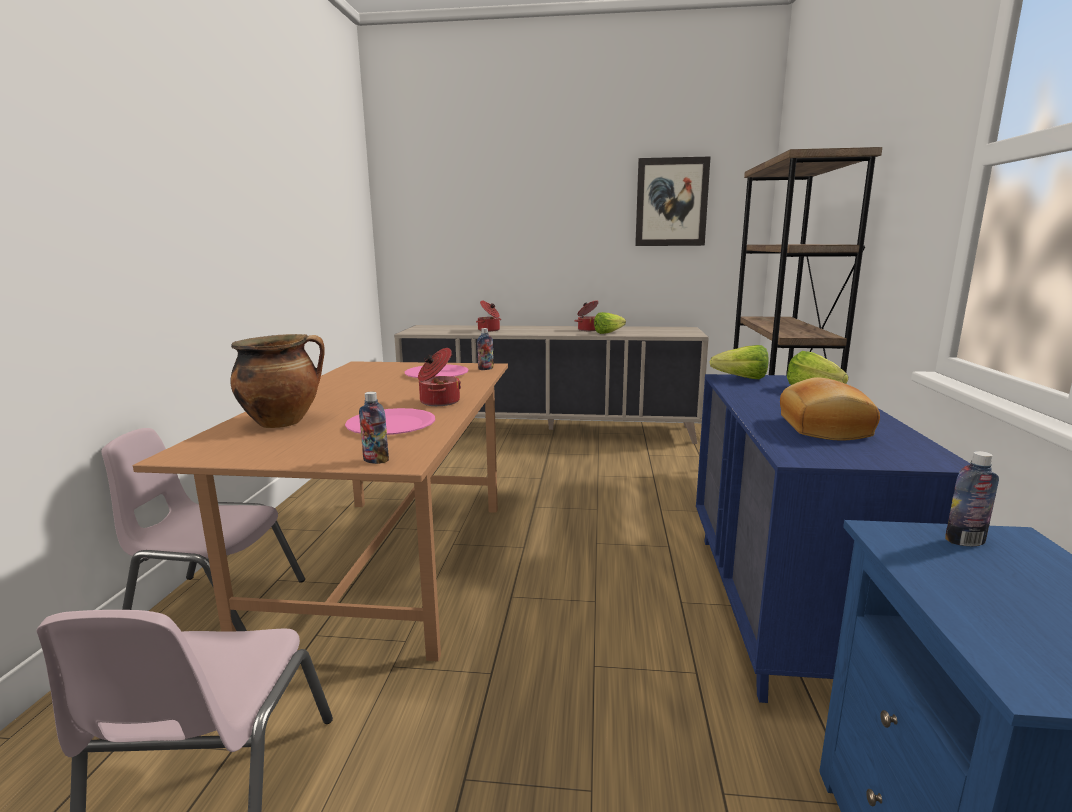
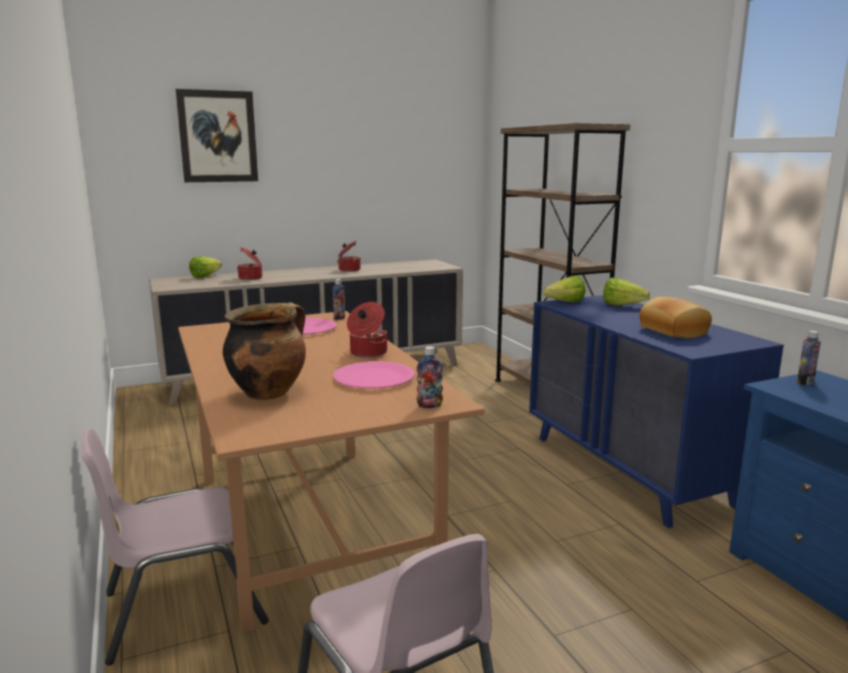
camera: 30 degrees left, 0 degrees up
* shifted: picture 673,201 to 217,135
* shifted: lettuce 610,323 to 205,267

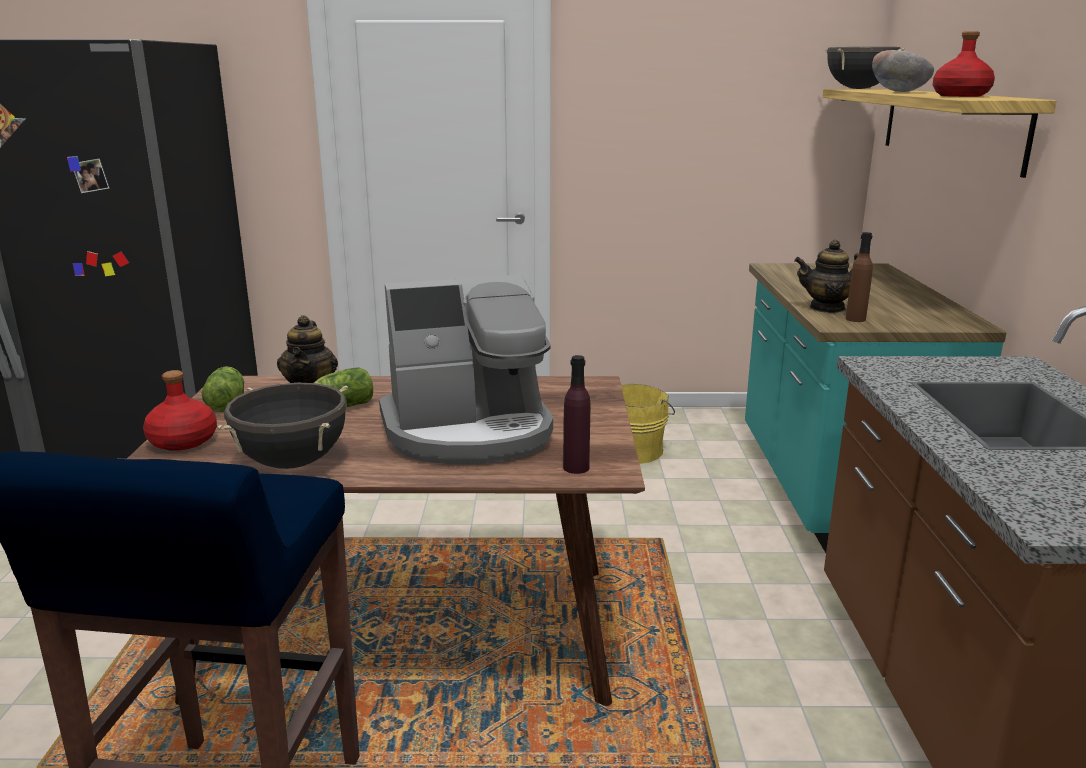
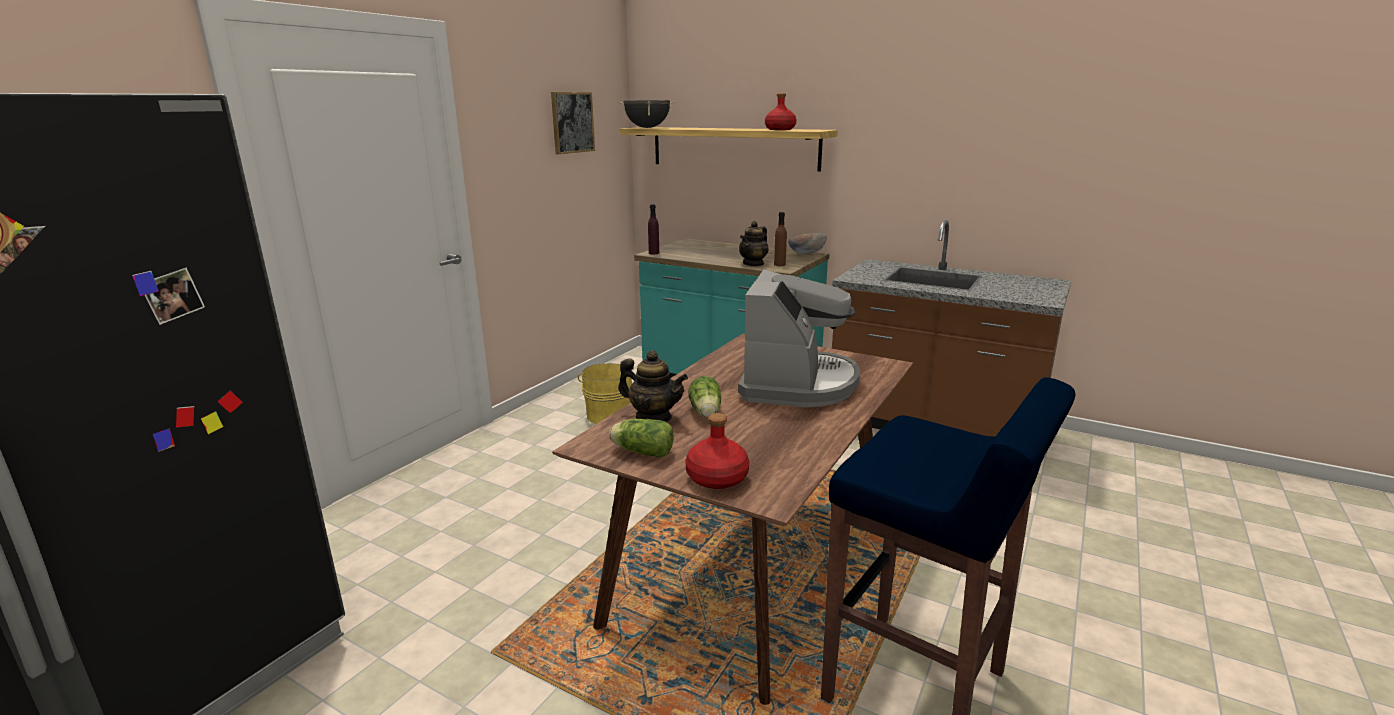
camera: 60 degrees left, 0 degrees up
* new: picture 573,123
* shifted: bottle (purple) 576,414 to 653,229
* shifted: bowl 903,71 to 807,243
* gone: cooking pot (black) 282,426

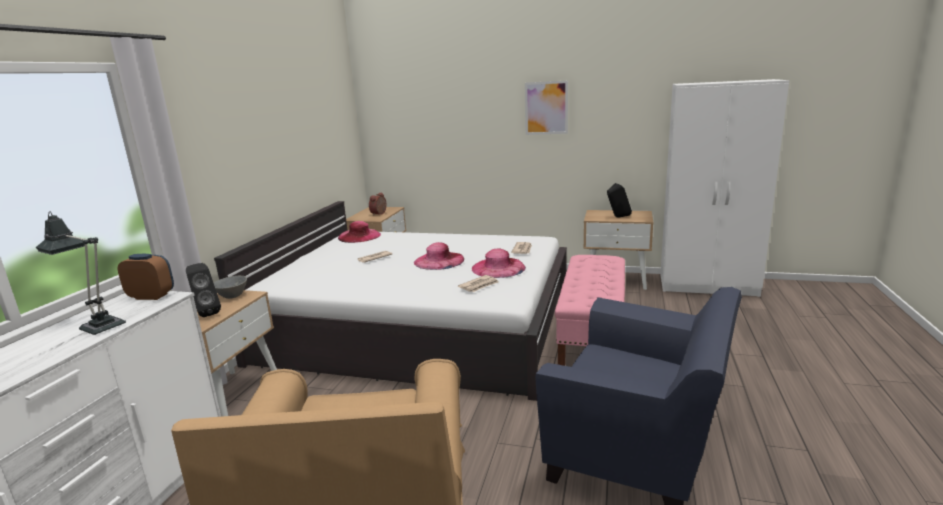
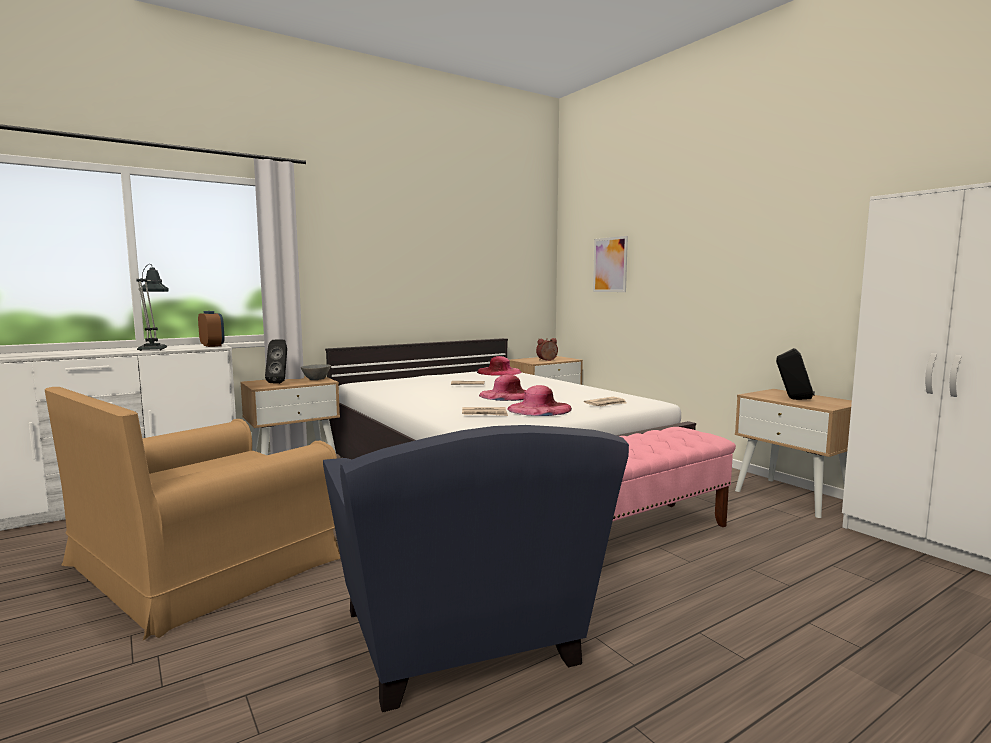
camera: 40 degrees right, 10 degrees down
* shifted: picture 546,108 to 610,264

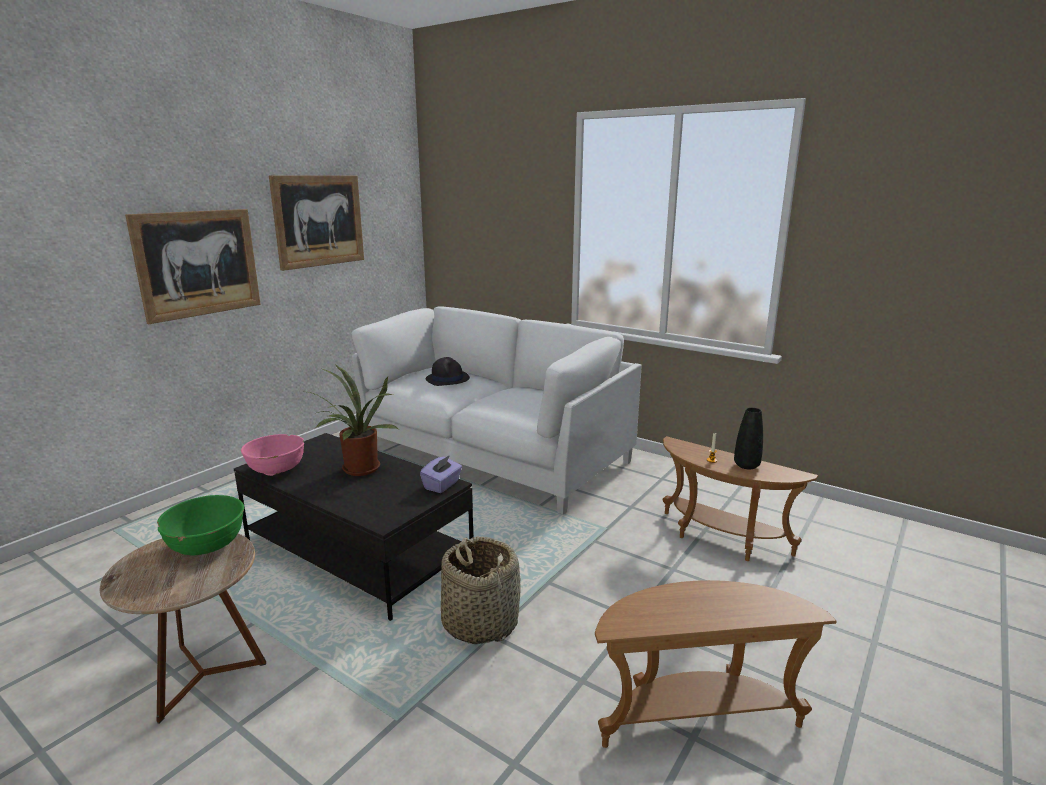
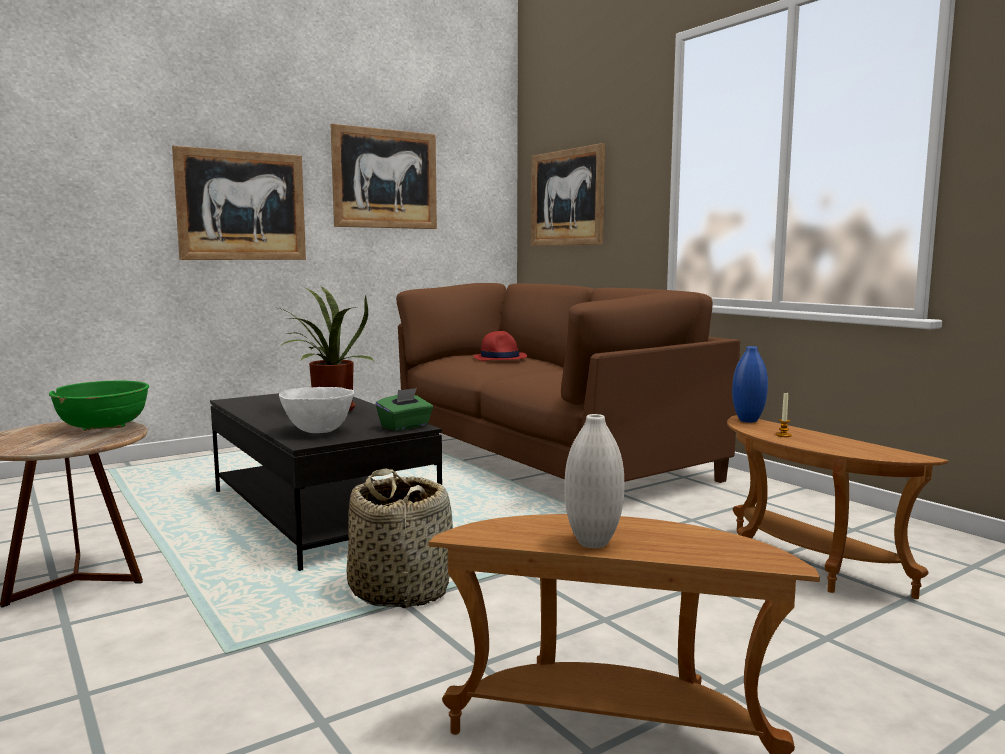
camera: 20 degrees right, 10 degrees down
* new: bowl (white) 316,410
* repainted: tissue box (purple) 441,474 to tissue box (green) 404,409
* repainted: sofa (white) 497,410 to sofa (brown) 568,383
* repainted: hat (black) 448,371 to hat (red) 500,346
* new: picture 568,194
* new: vase (white) 594,481
* new: vase (blue) 750,384
* gone: bowl (pink) 272,455
* gone: vase (black) 748,438

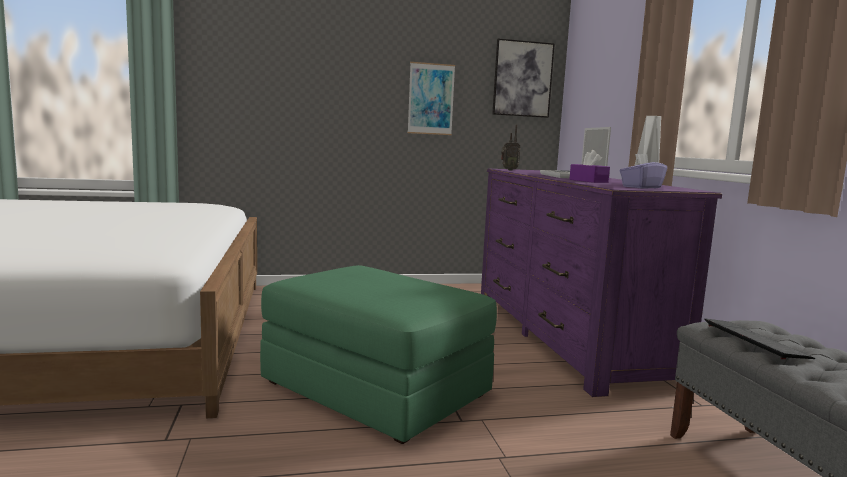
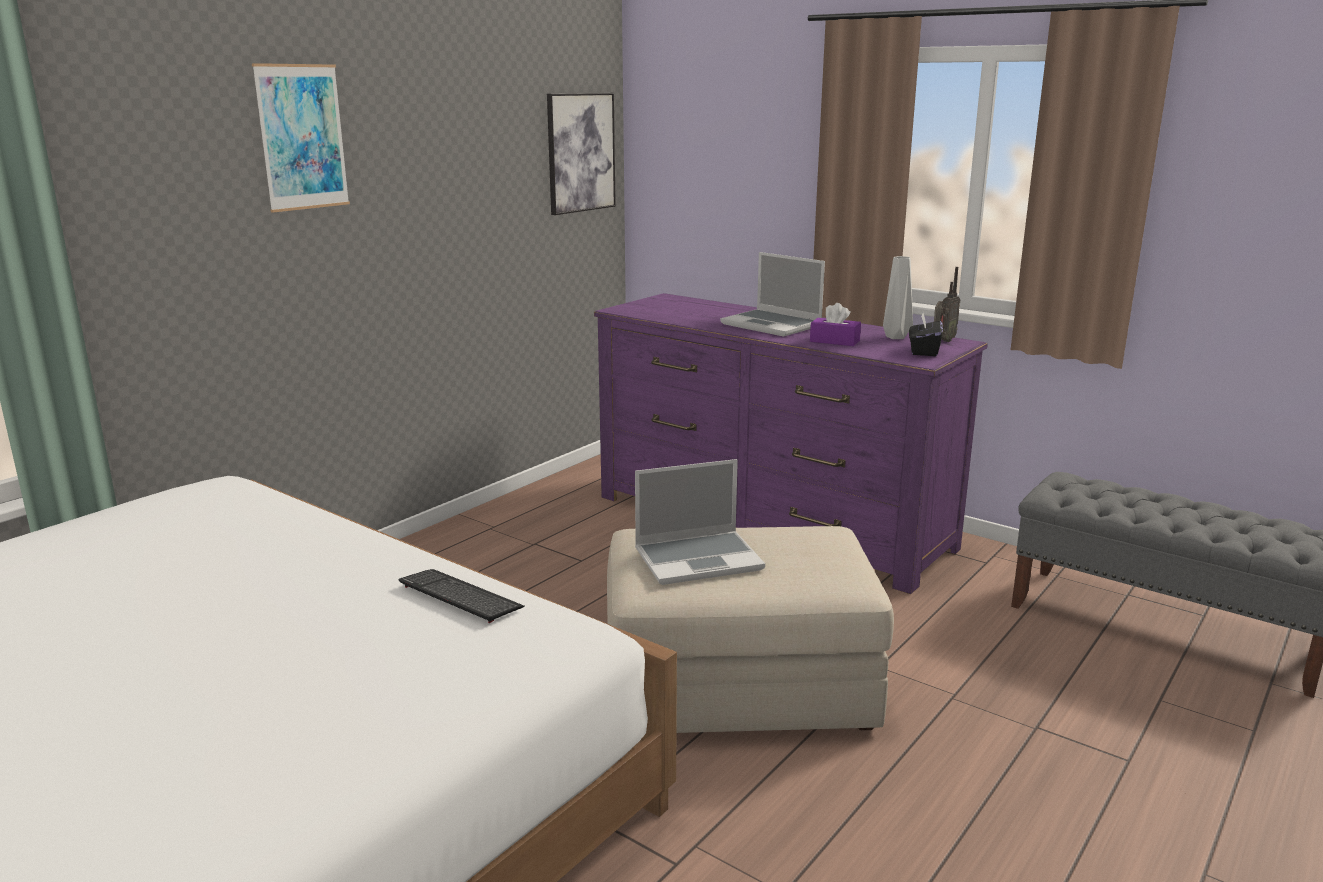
camera: 40 degrees left, 10 degrees up
* shifted: picture 431,98 to 301,138
* shifted: keyboard 759,339 to 461,596
* repainted: ottoman (green) 378,354 to ottoman (beige) 750,629
* new: laptop 700,522
* repainted: tissue box (purple) 643,171 to tissue box (black) 926,334
* shifted: radio 510,147 to 947,304

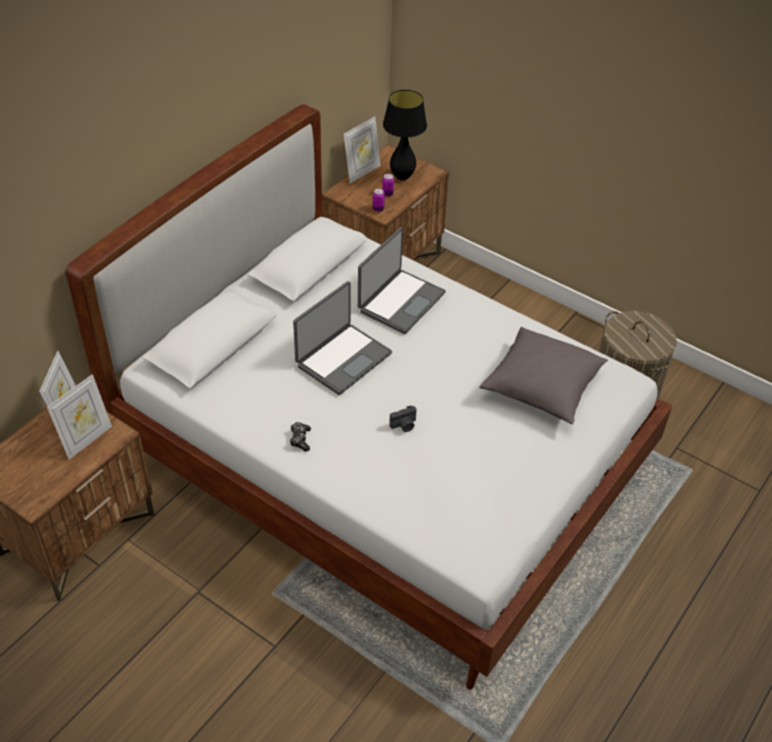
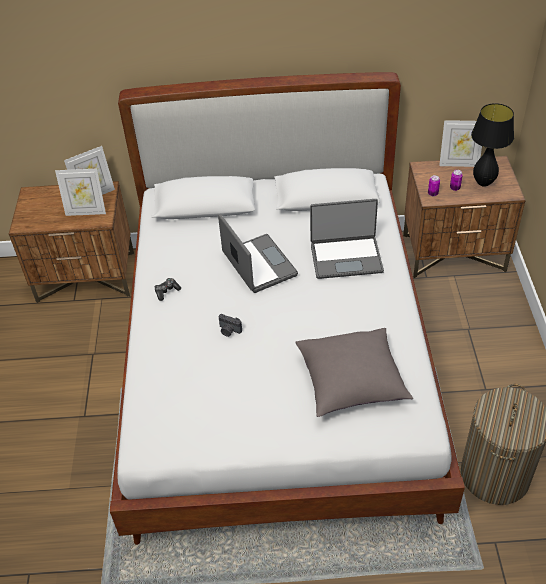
camera: 55 degrees right, 0 degrees up
* rotated: laptop 342,338 = 258,253 120 degrees counterclockwise

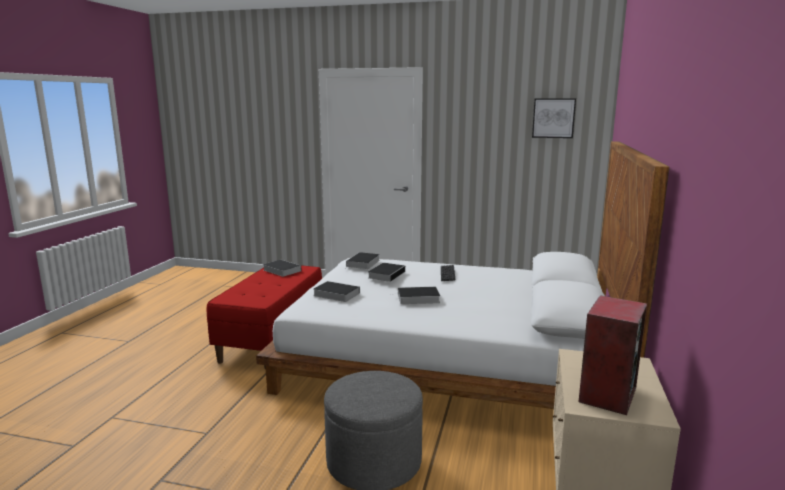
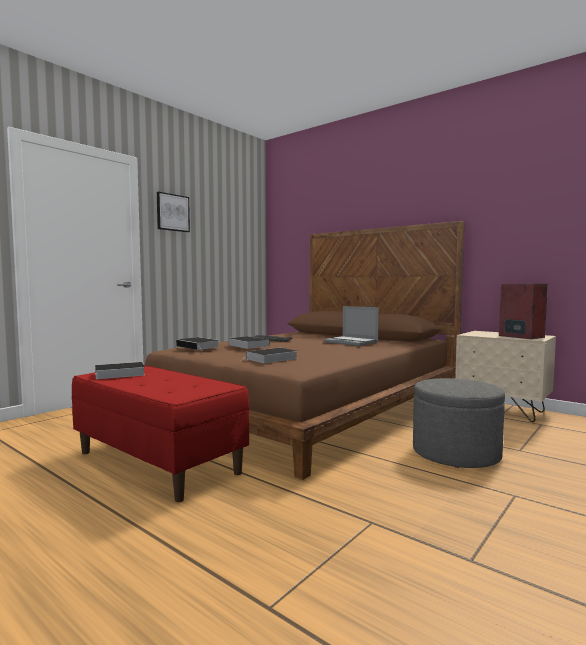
camera: 65 degrees left, 10 degrees down
* repainted: bed (white) 463,275 to bed (brown) 304,350
* shifted: picture 554,118 to 173,212
* new: laptop 351,326
* gone: book 416,295

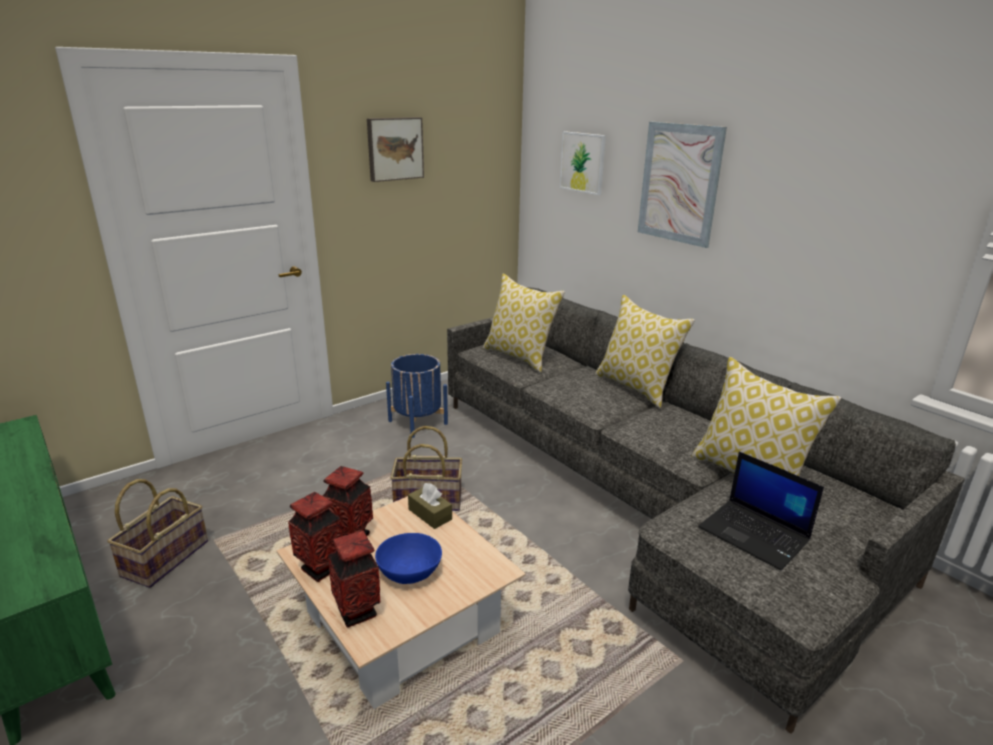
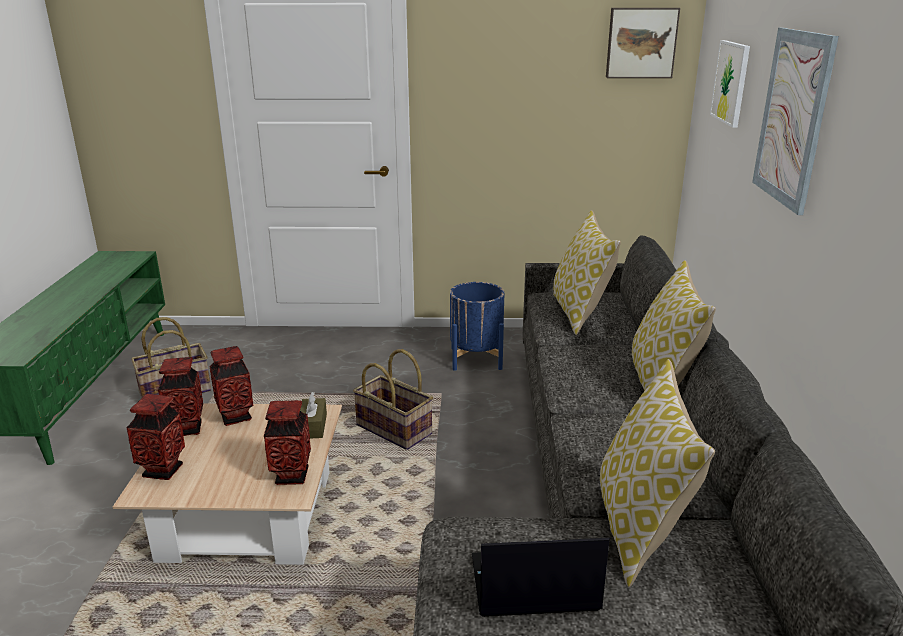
camera: 40 degrees right, 0 degrees up
* new: vase 287,442
* rotated: laptop 761,510 = 540,577 90 degrees clockwise
* shifted: picture 395,149 to 643,43
* gone: bowl (blue) 408,558

